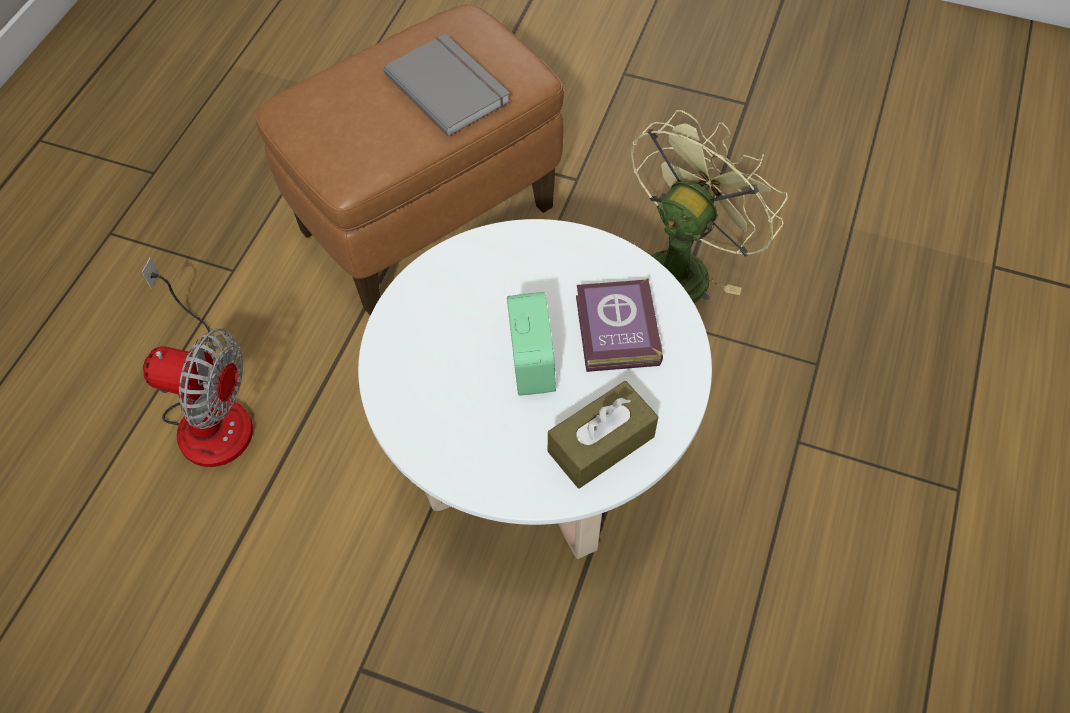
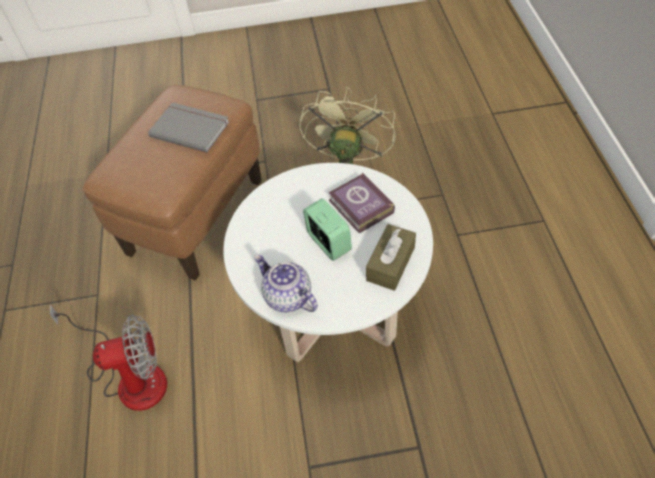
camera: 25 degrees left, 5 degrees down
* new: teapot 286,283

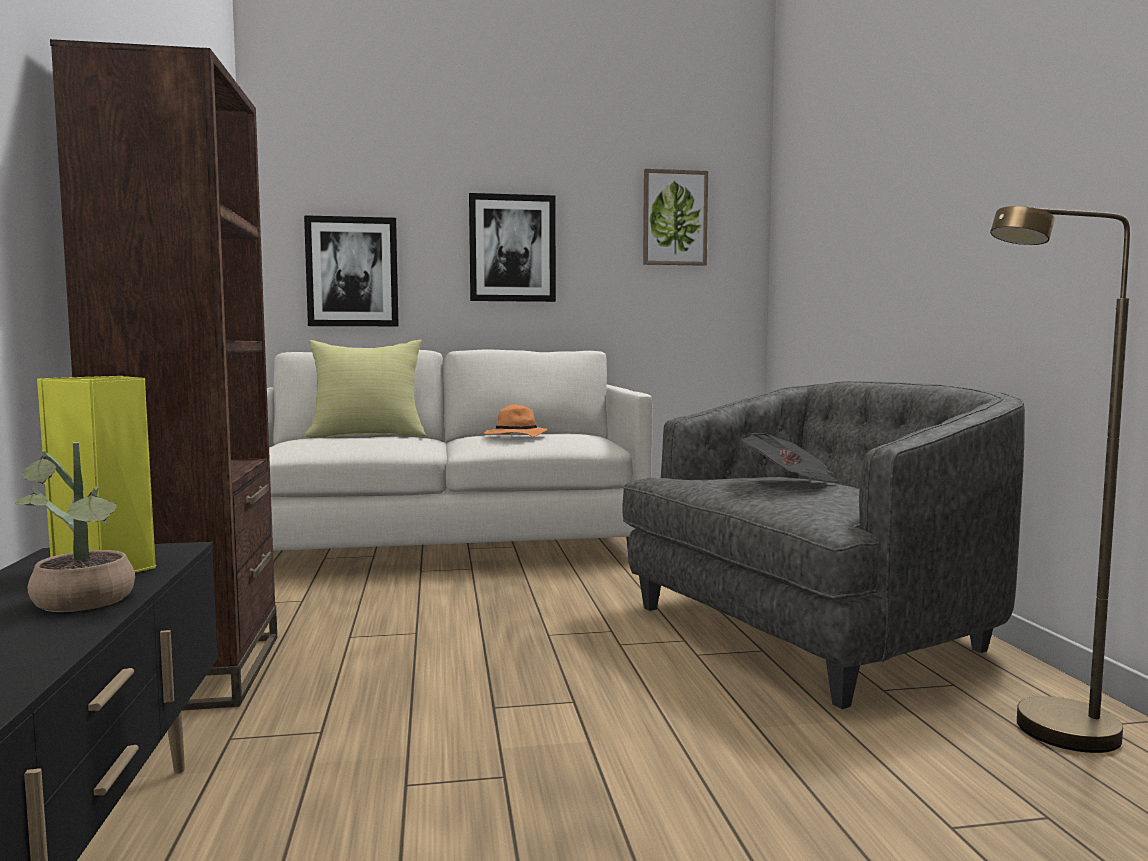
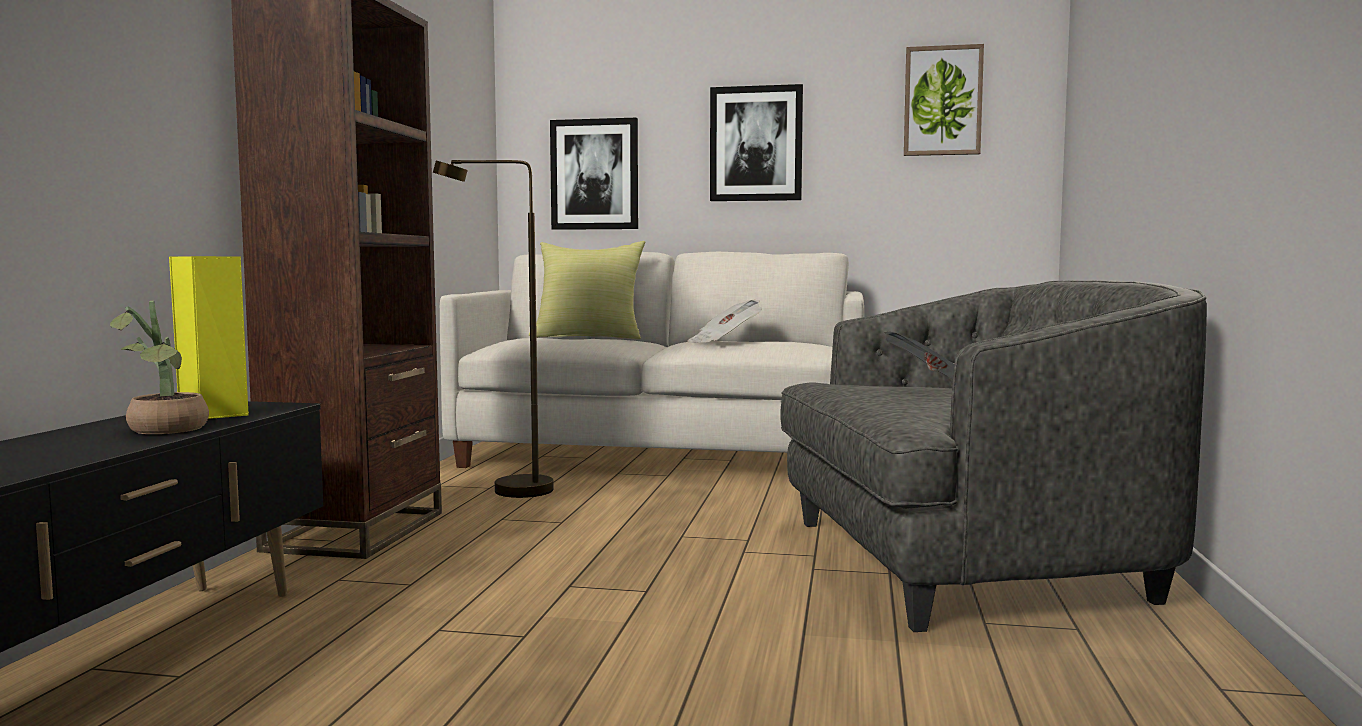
camera: 20 degrees right, 0 degrees up
* shifted: floor lamp (brown) 1060,479 to 493,329
* swapped: hat (orange) 516,420 to newspaper 724,321

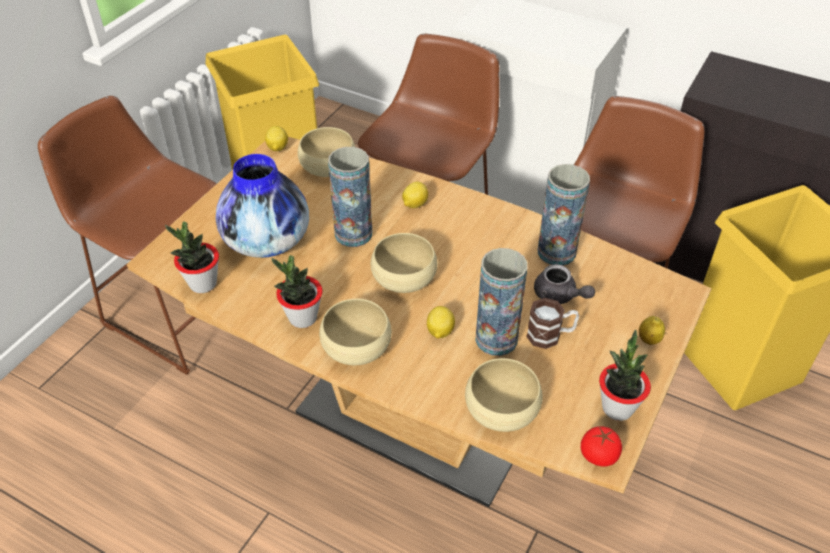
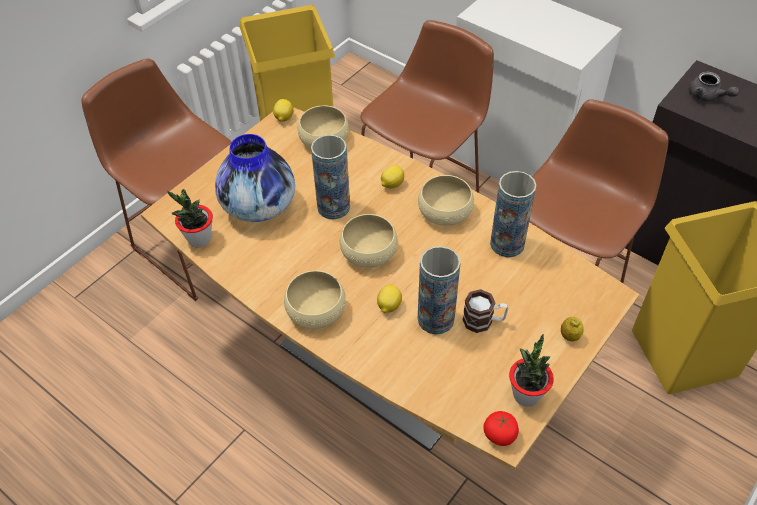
camera: 10 degrees right, 5 degrees up
* shifted: bowl (beige) 504,395 to 446,200
* shifted: teapot (grey) 564,284 to 714,87
* gone: potted plant 297,291

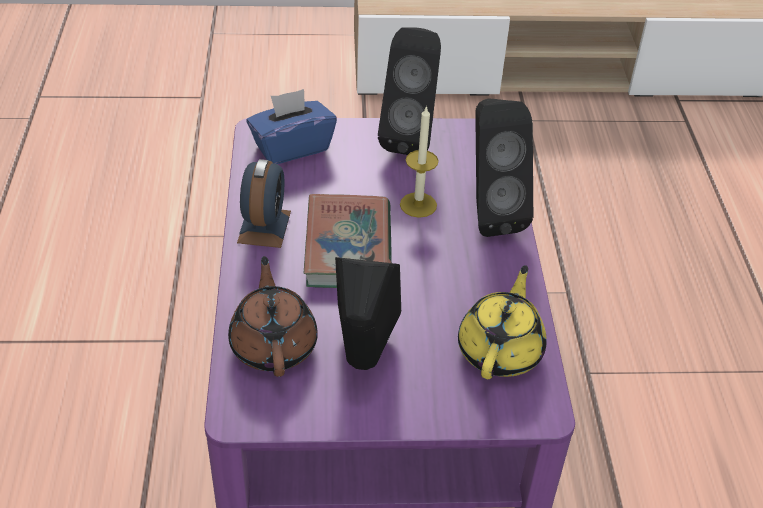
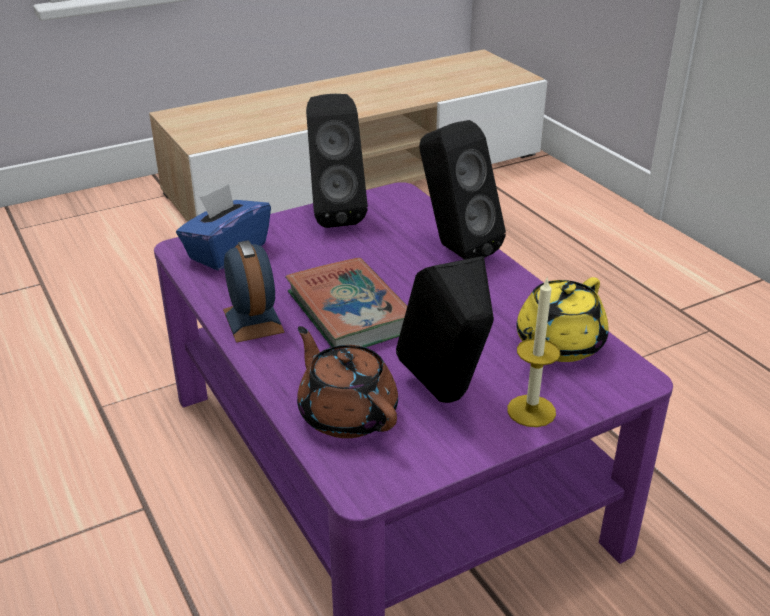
camera: 25 degrees left, 10 degrees down
* shifted: candle 419,161 to 533,351
* rotated: teapot (yellow) 502,322 = 563,319 135 degrees counterclockwise

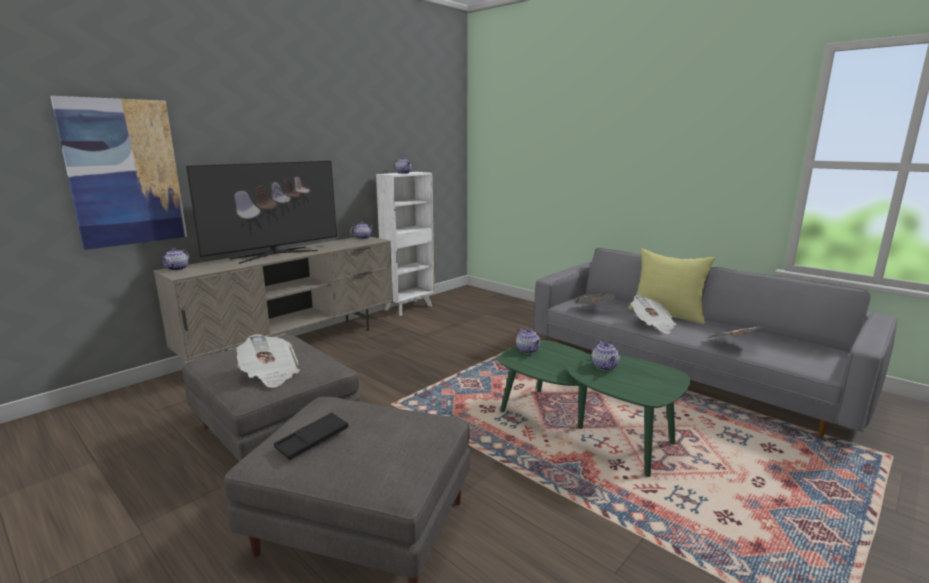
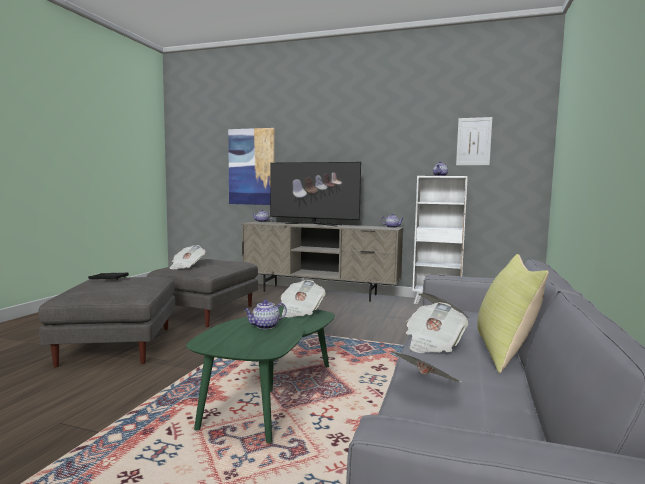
camera: 65 degrees right, 10 degrees down
* swapped: teapot 528,341 to newspaper 303,298
* new: picture 474,141

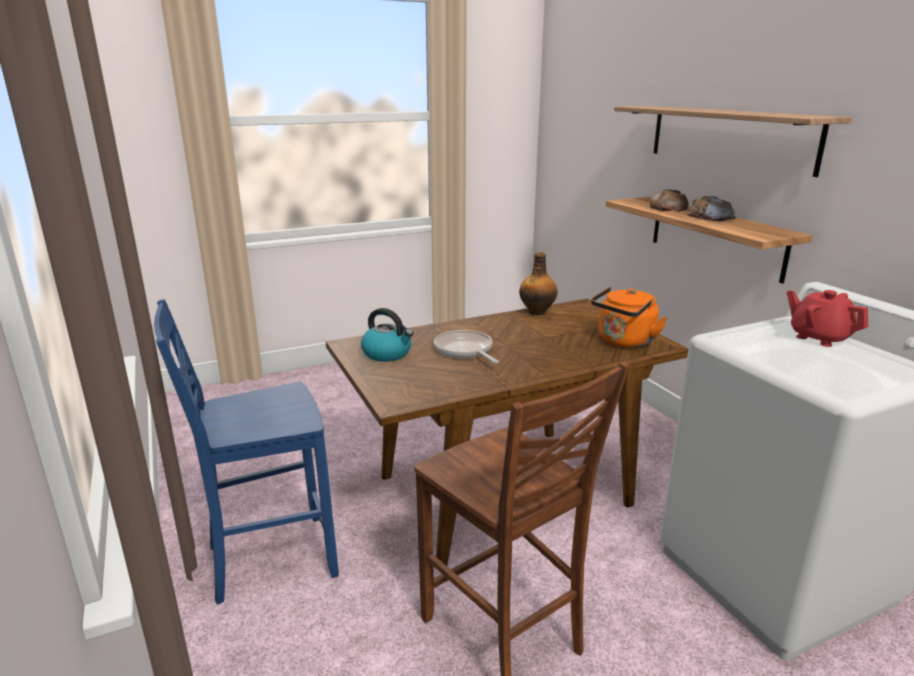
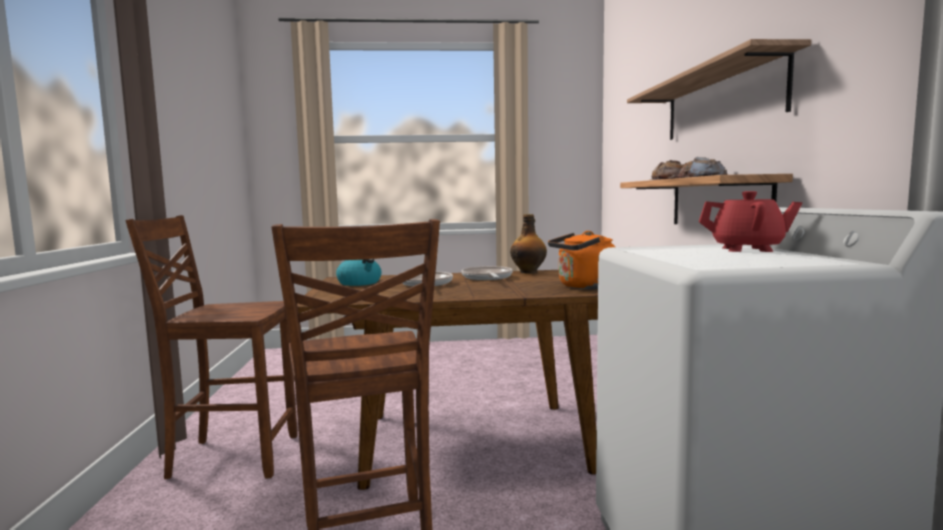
camera: 20 degrees right, 15 degrees down
* repainted: chair (blue) 246,452 to chair (brown) 211,347
* new: frying pan 487,273
* rotated: teapot (red) 827,318 = 750,221 120 degrees clockwise

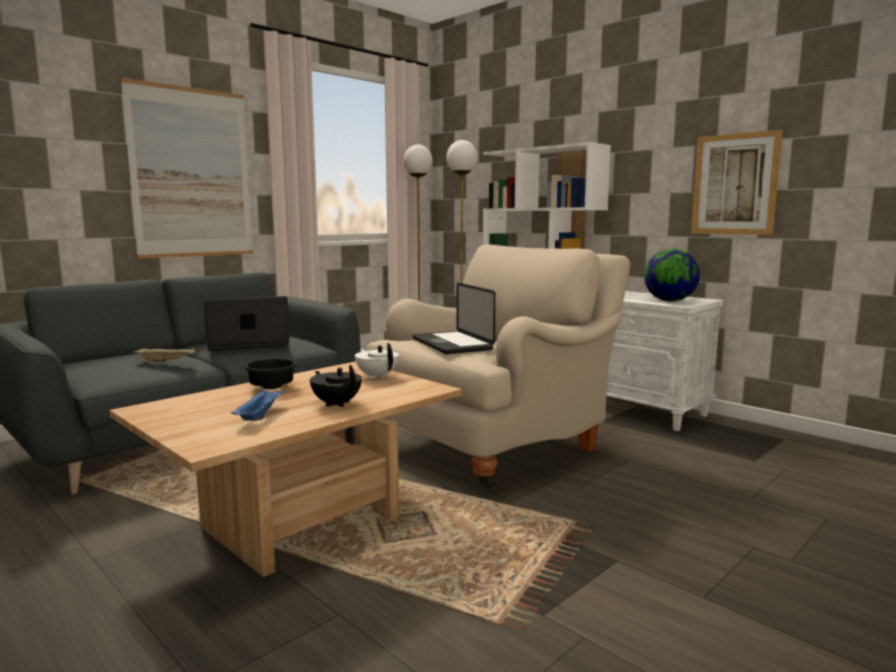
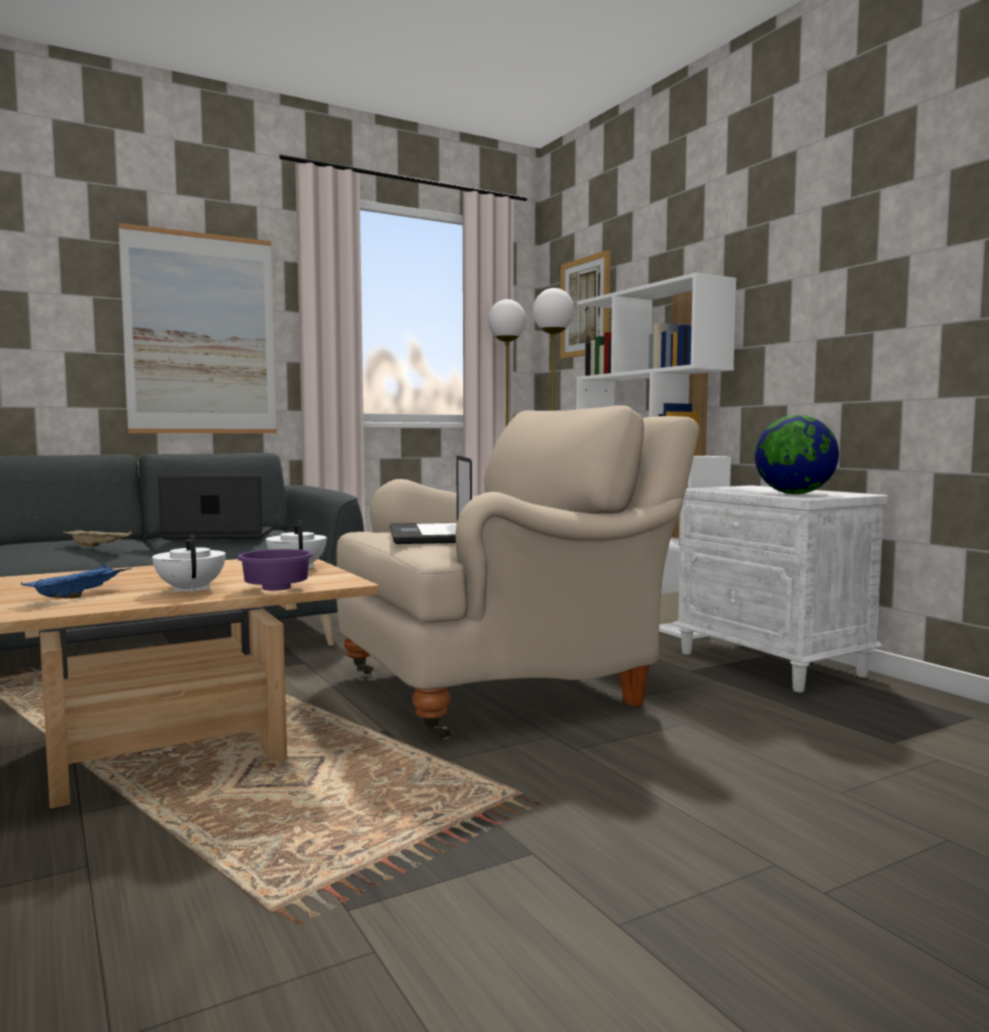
camera: 15 degrees right, 5 degrees down
* repainted: teapot (black) 336,386 to teapot (white) 189,563
* new: bowl (purple) 275,570
* shifted: picture 737,182 to 585,304
* gone: bowl (black) 270,374

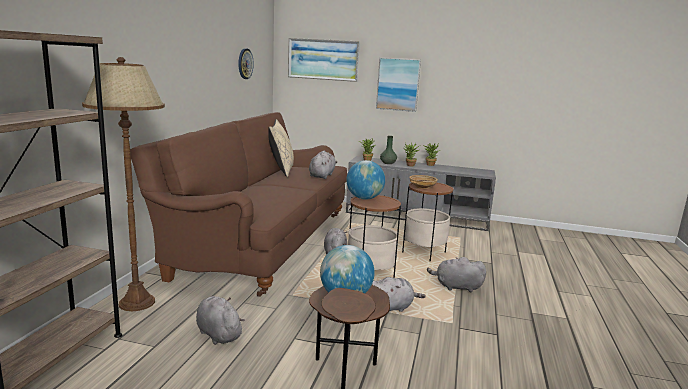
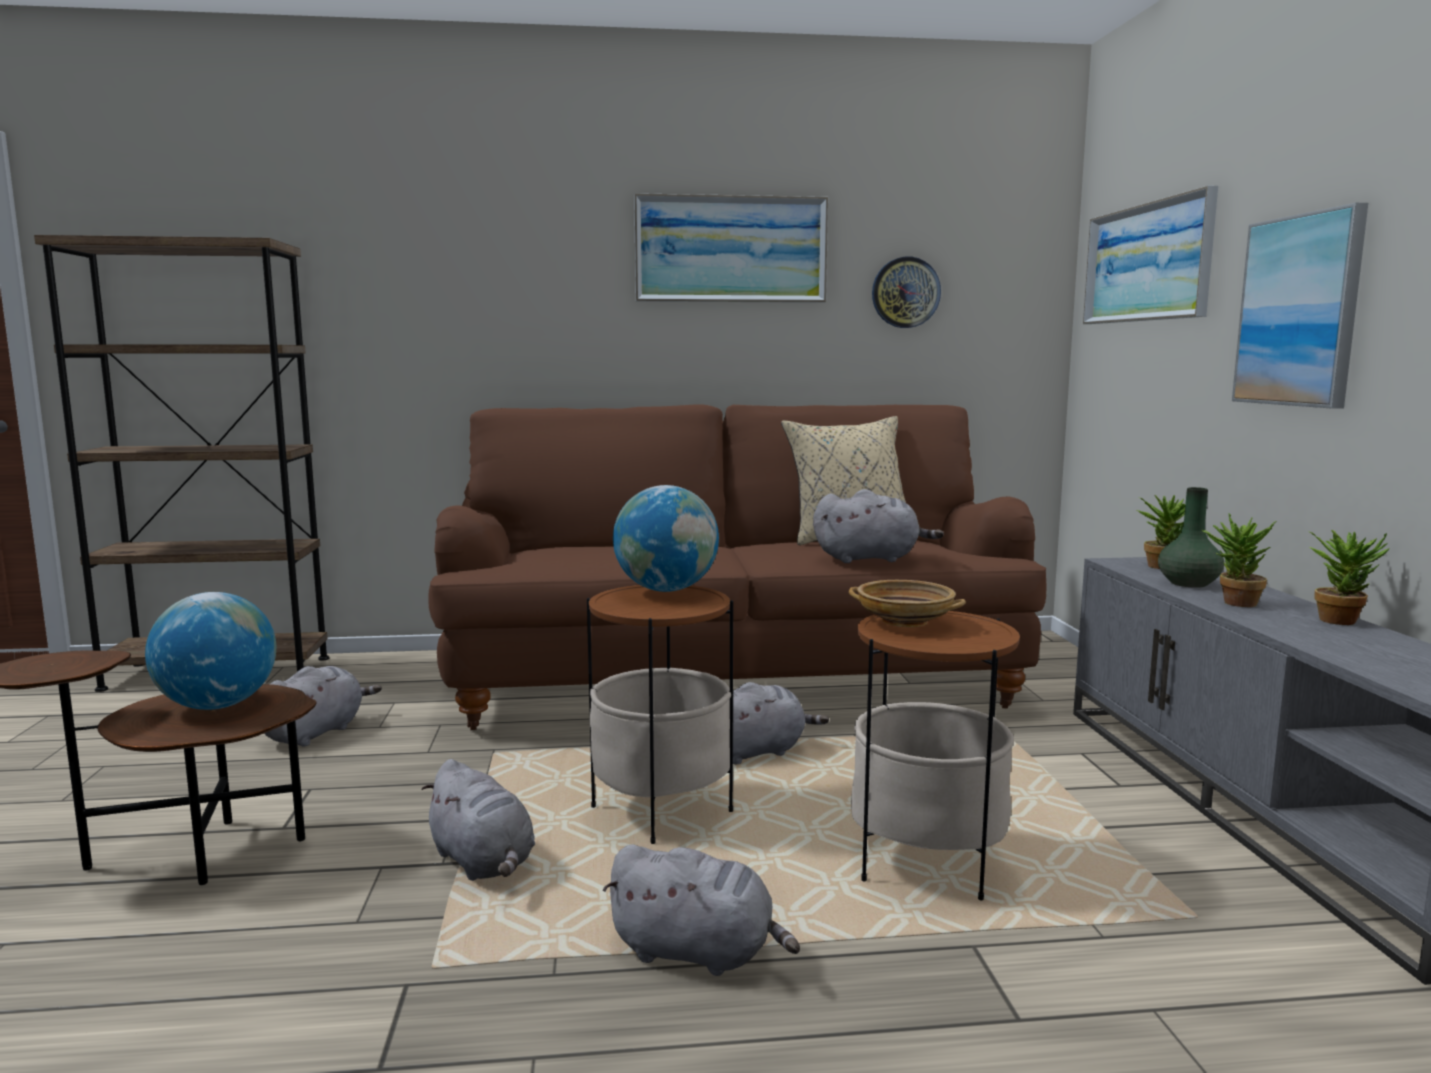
camera: 70 degrees right, 5 degrees down
* rotated: plush toy (grey) 456,274 = 701,910 120 degrees clockwise
* new: picture 731,248
* gone: floor lamp (brown) 123,184

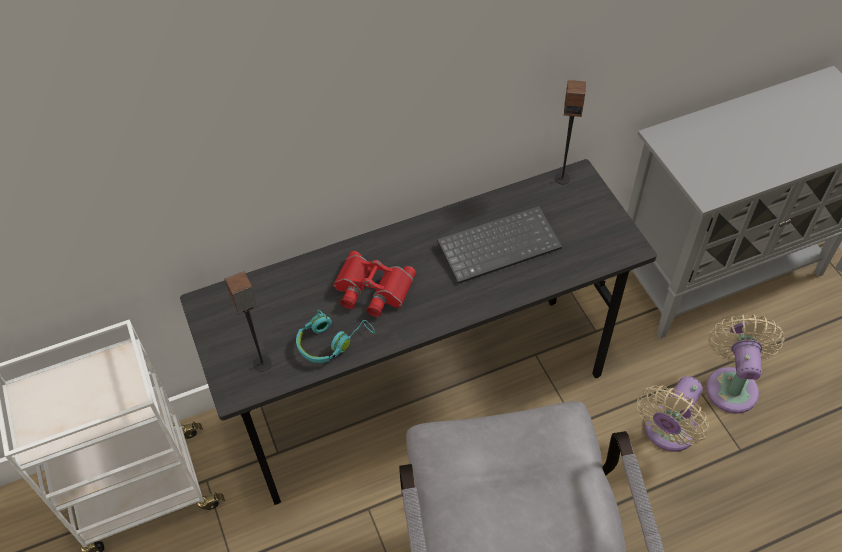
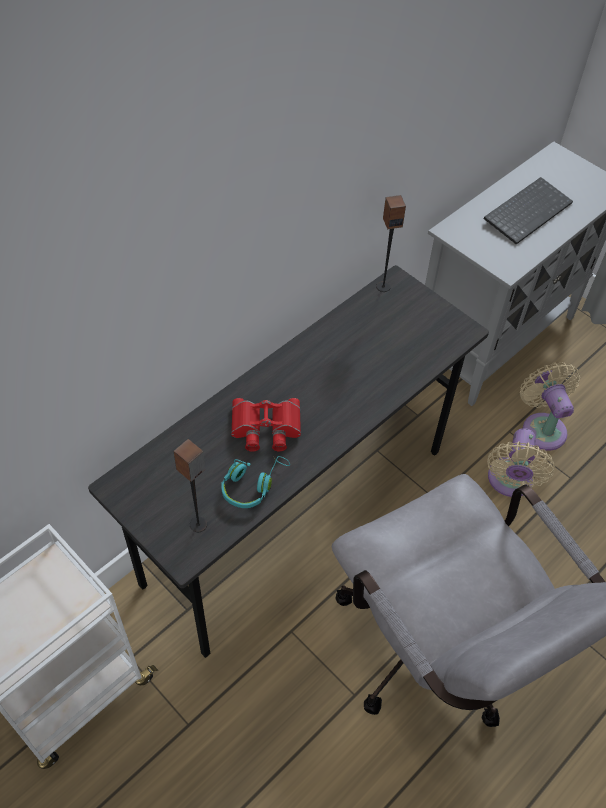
camera: 25 degrees left, 0 degrees up
* shifted: keyboard 499,245 to 528,211

